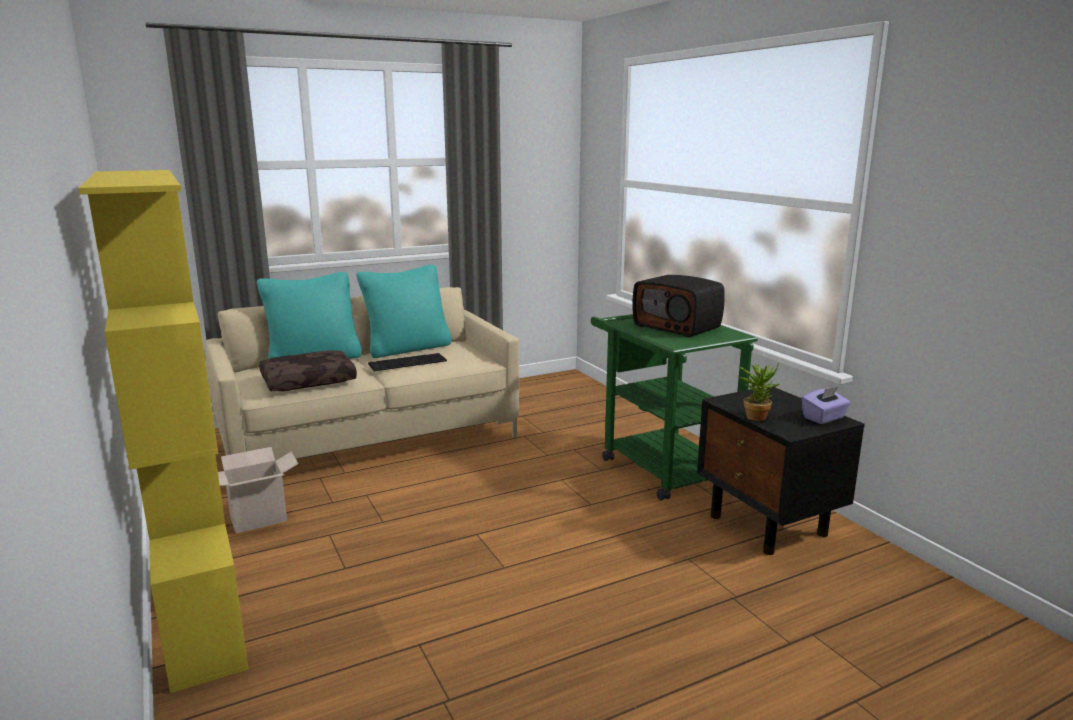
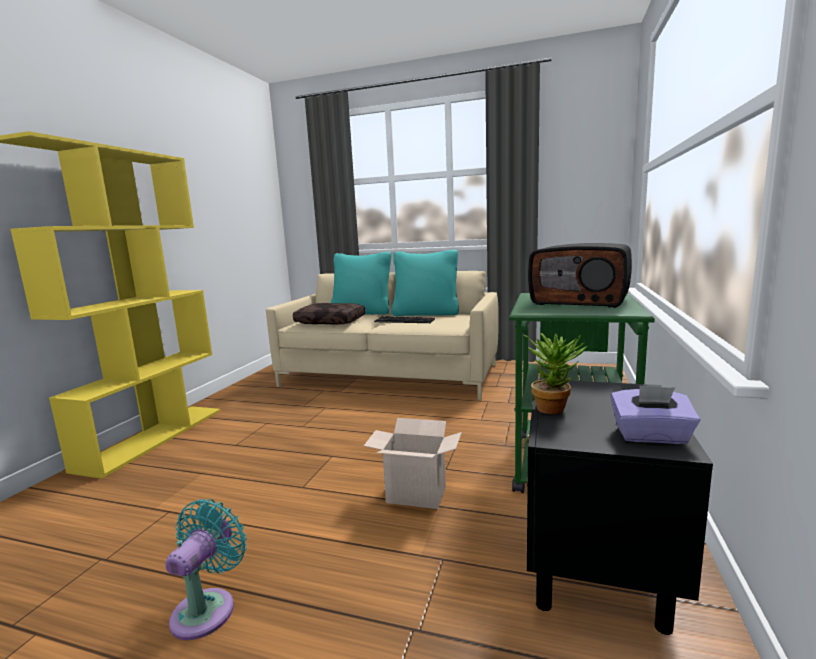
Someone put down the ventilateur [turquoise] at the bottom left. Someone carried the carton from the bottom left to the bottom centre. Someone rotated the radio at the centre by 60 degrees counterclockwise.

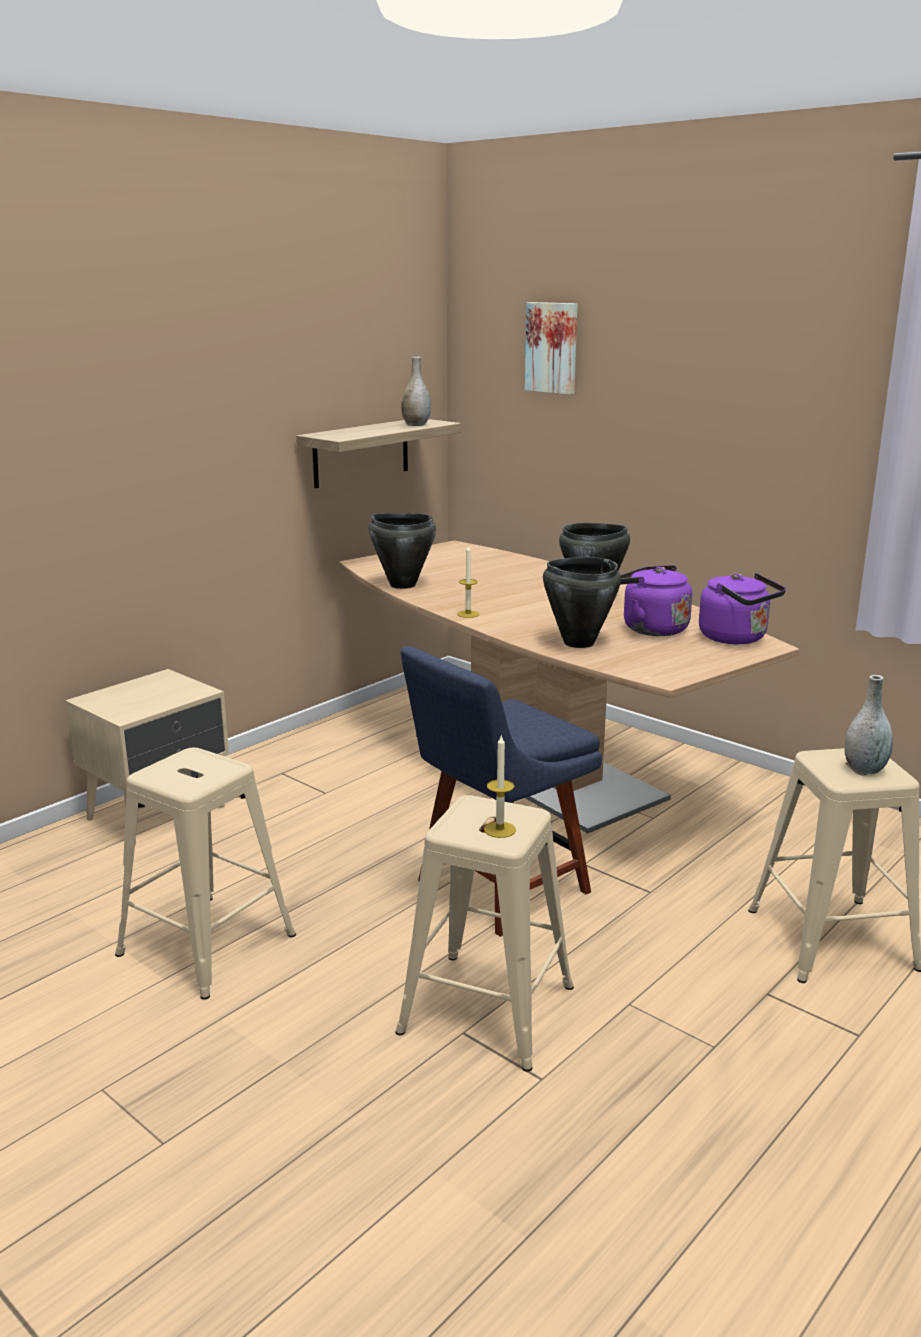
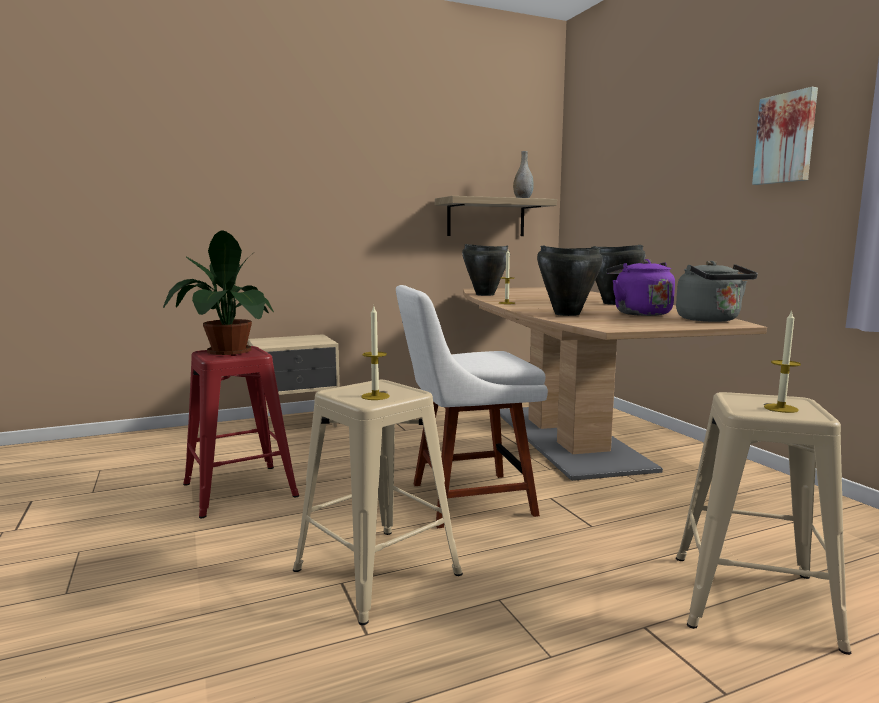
Someone put down the plante en pot at the middle left. Someone carried the tableau from the top centre to the top right. Someone swapped the vase [gris] (no. 2 from left) at the middle right for the bougie (no. 3 from left) at the middle right. Someone repainted the tabouret [beige] (no. 1 from left) at the middle left, which became the tabouret [rouge] at the middle left. Someone repainted the chaise [bleu] at the centre, which became the chaise [blanc] at the centre. Someone repainted the bouilloire [violet] (no. 2 from left) at the middle right, which became the bouilloire [gris] at the middle right.

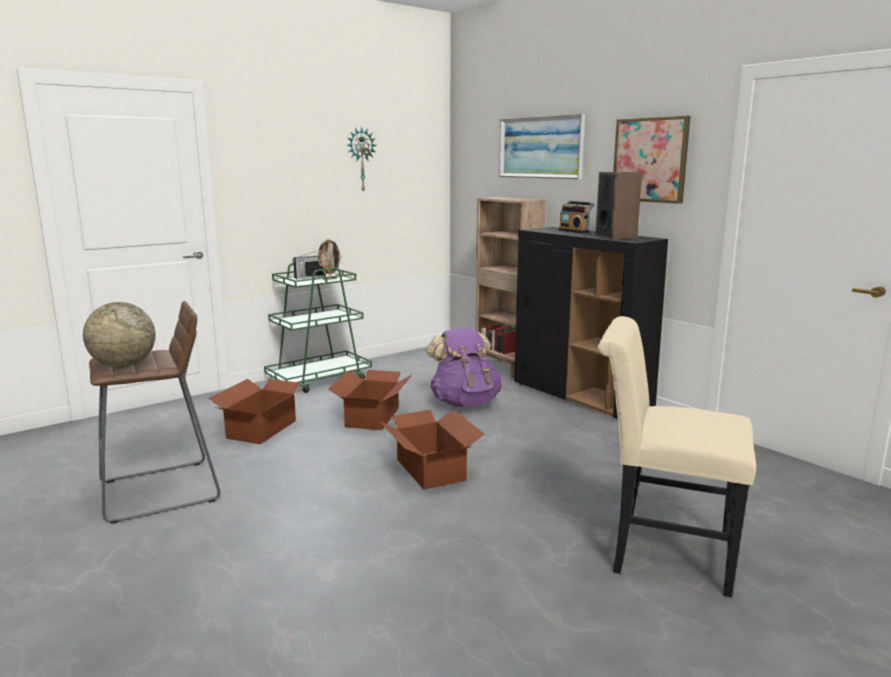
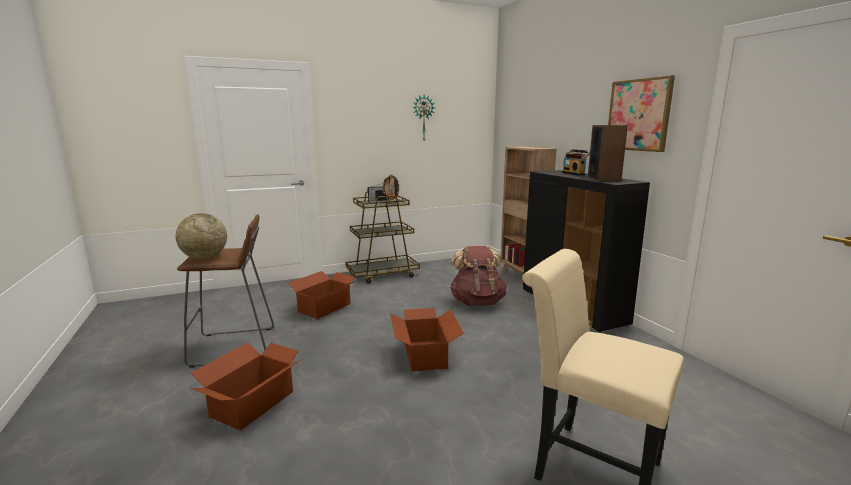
Someone took away the tableau (no. 1 from left) at the top centre. Someone carried the carton (no. 2 from left in the first image) from the centre to the bottom left. Someone repainted the chariot [vert] at the centre, which became the chariot [marron] at the centre. Someone repainted the sac à dos [violet] at the centre, which became the sac à dos [marron] at the centre.

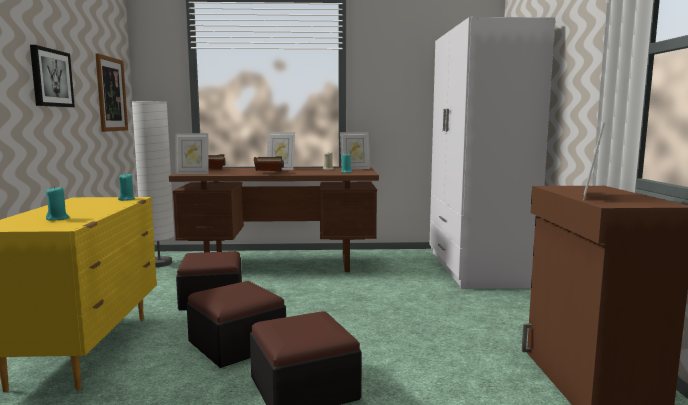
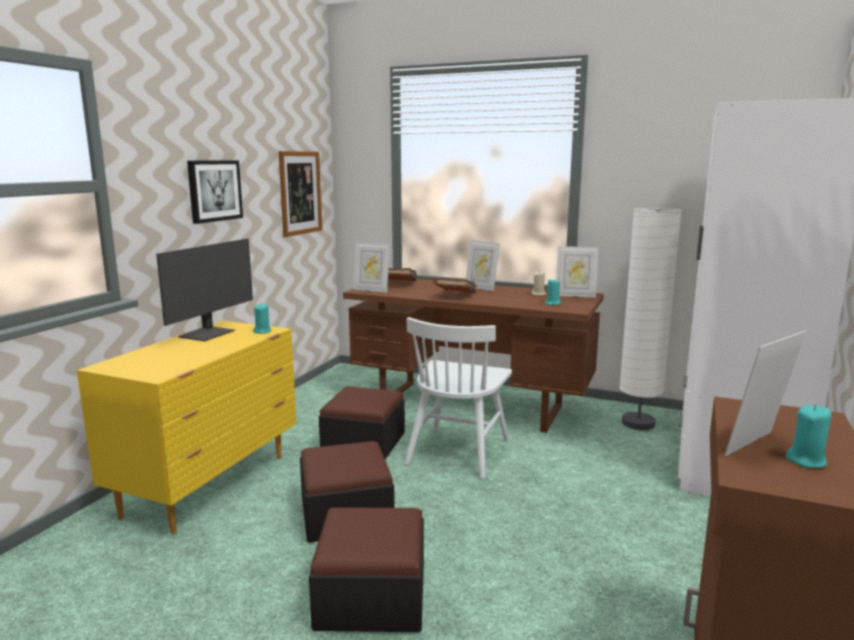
Someone put down the écran d'ordinateur at the middle left. Someone put down the chaise [blanc] at the centre. Someone carried the bougie [turquoise] (no. 1 from left in the first image) from the middle left to the bottom right. Someone carried the lampadaire [blanc] from the middle left to the middle right.

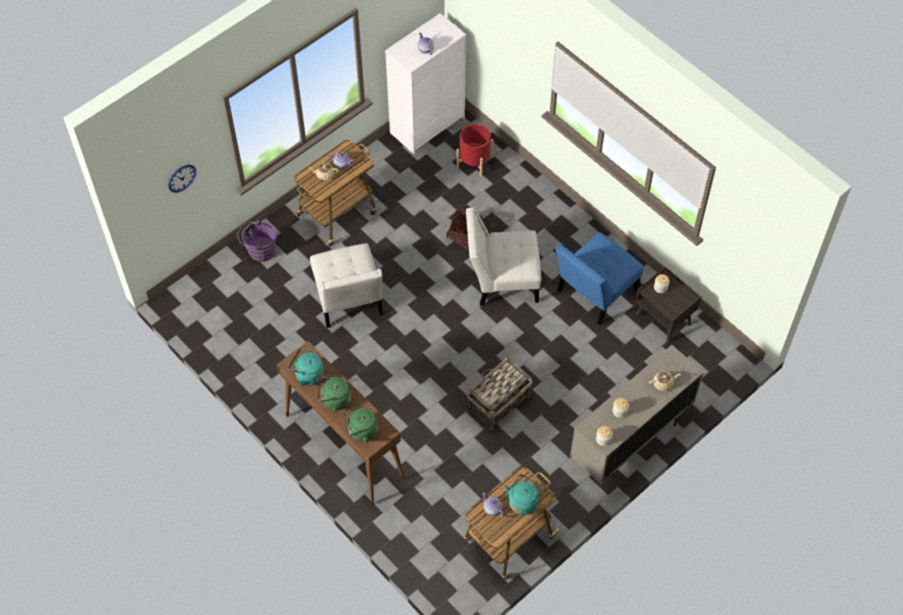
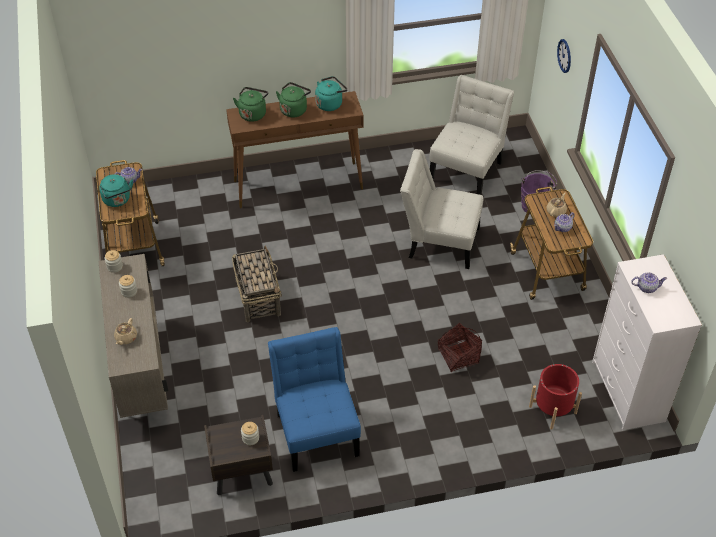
Someone carried the chaise [blanc] (no. 2 from left) from the centre to the top centre.

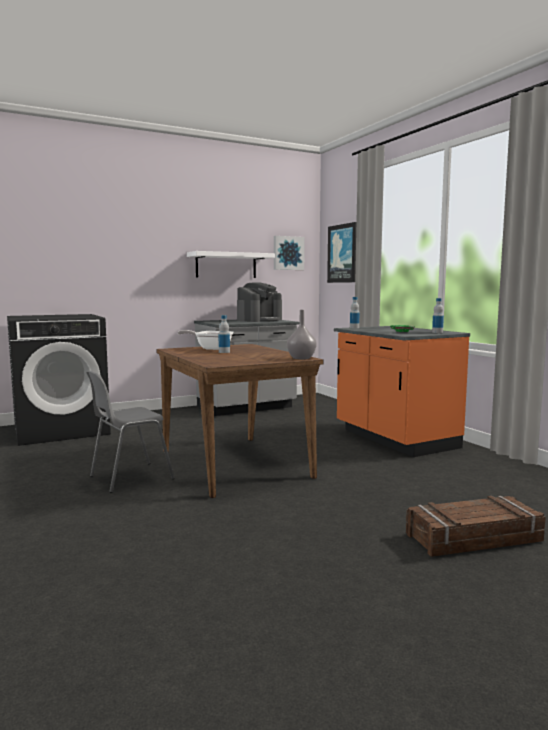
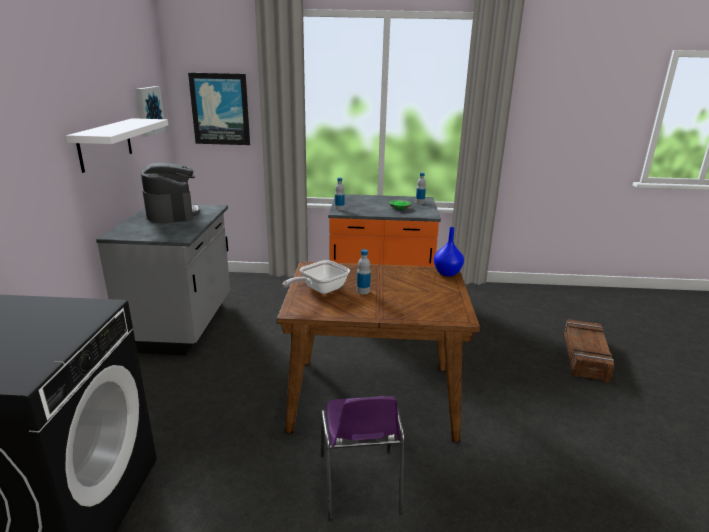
Someone repainted the chaise [gris] at the middle left, which became the chaise [violet] at the bottom centre. Someone repainted the vase [gris] at the centre, which became the vase [bleu] at the centre.

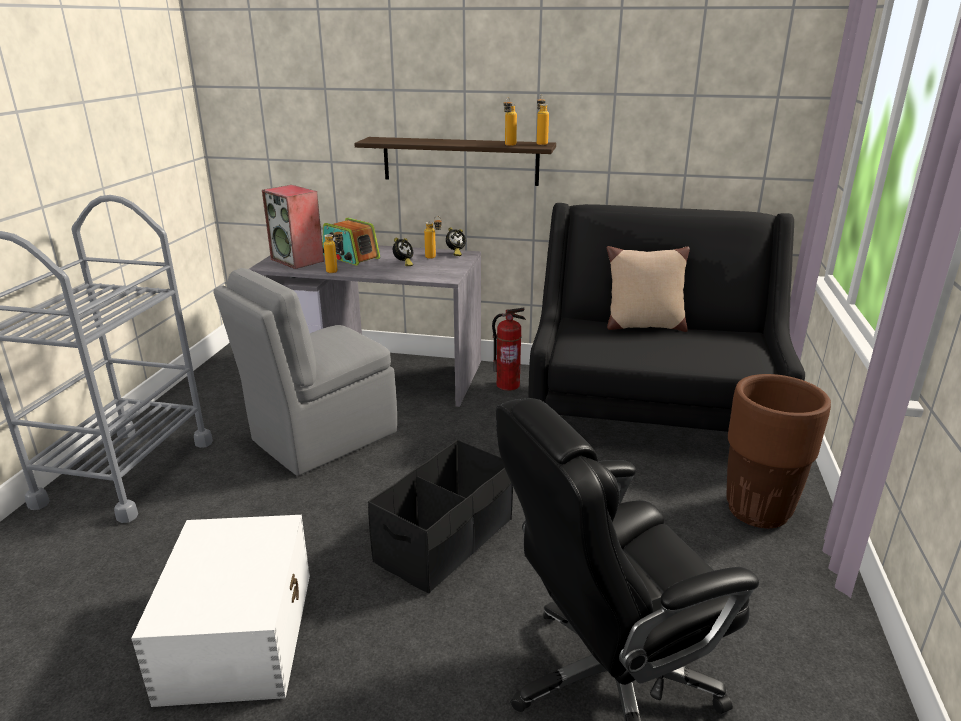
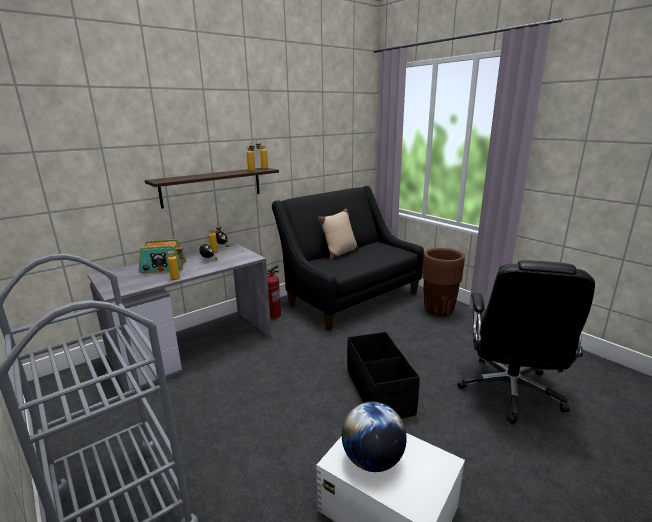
Someone took away the chaise [gris] at the middle left. Someone took away the enceinte at the top left. Someone put down the globe at the bottom centre.

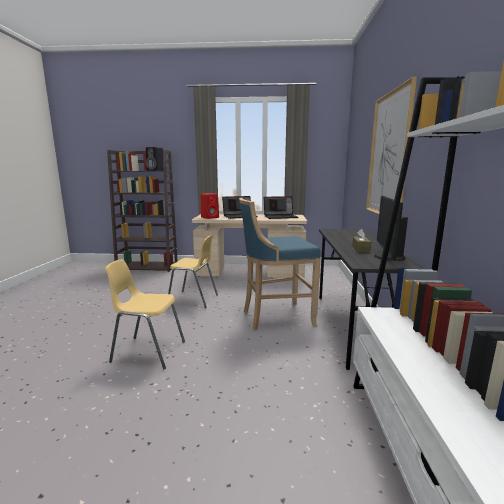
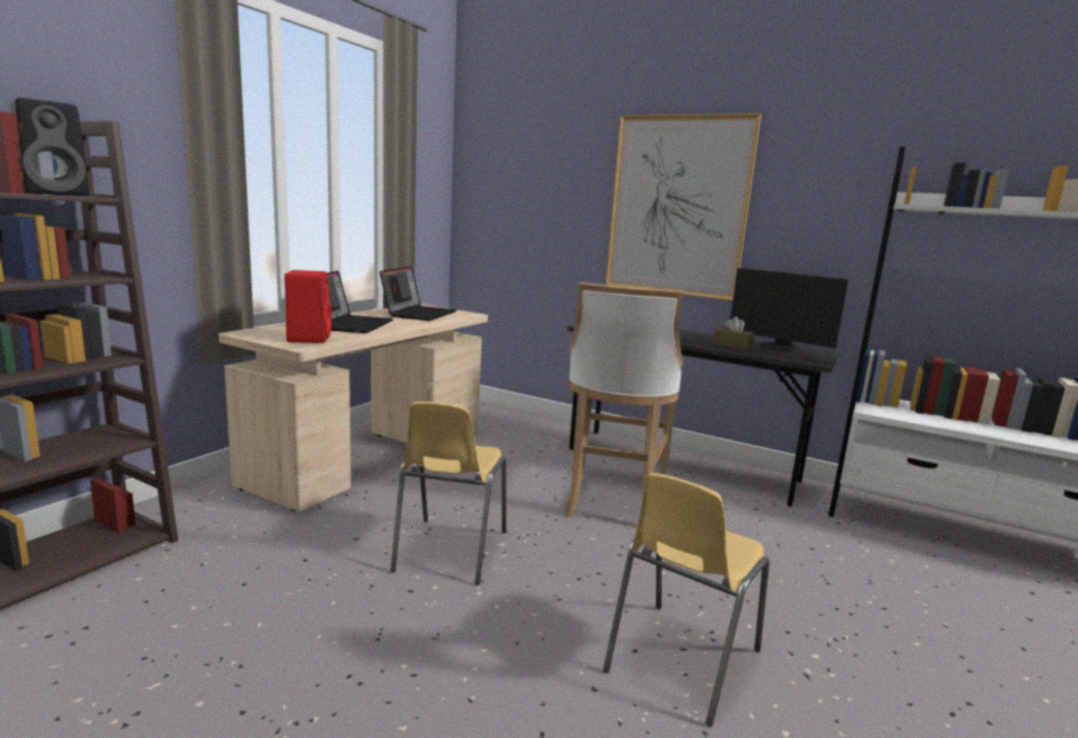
Someone repainted the tabouret [bleu] at the centre, which became the tabouret [blanc] at the centre. Someone rotated the chaise [jaune] (no. 2 from left in the first image) at the centre by 150 degrees clockwise.

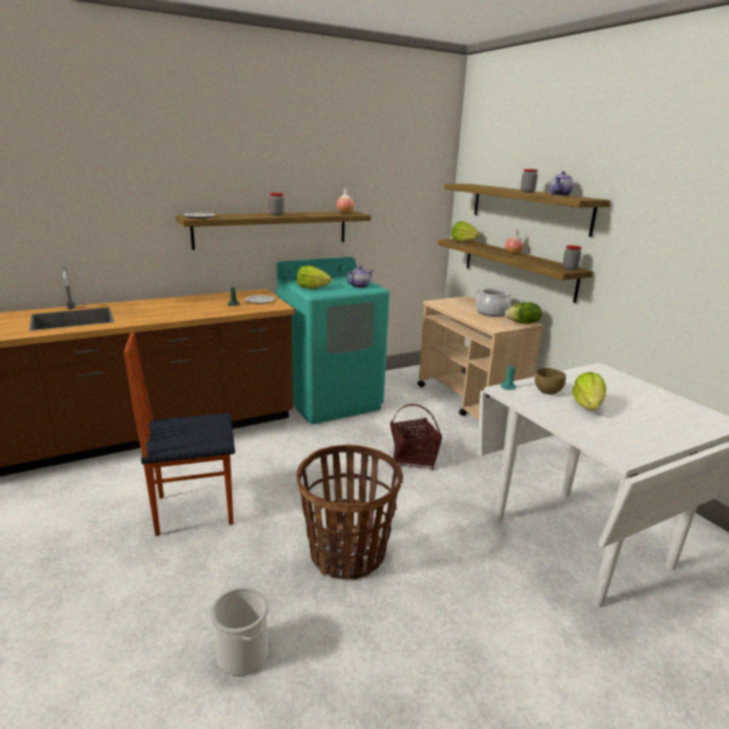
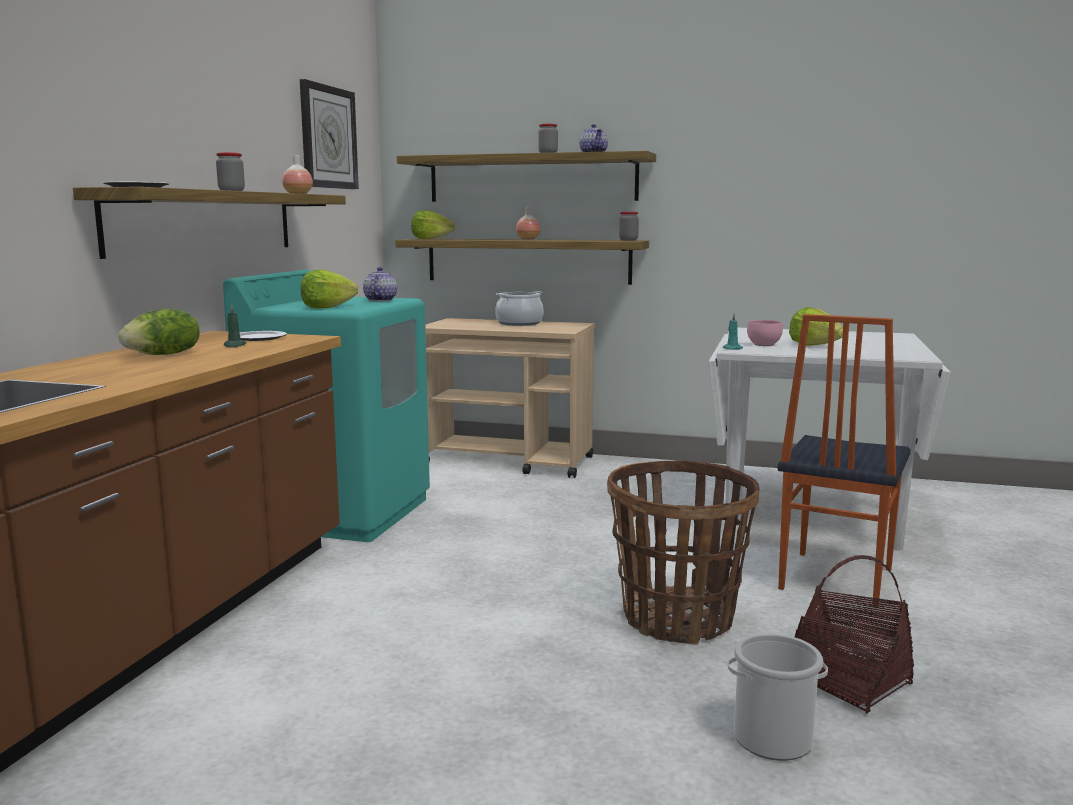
Someone put up the horloge murale at the top left. Someone carried the chaise from the middle left to the middle right. Someone carried the panier (no. 2 from left) from the centre to the bottom right. Someone carried the laitue (no. 3 from left in the first image) from the middle right to the middle left. Someone repainted the bol [marron] at the middle right, which became the bol [rose] at the middle right.

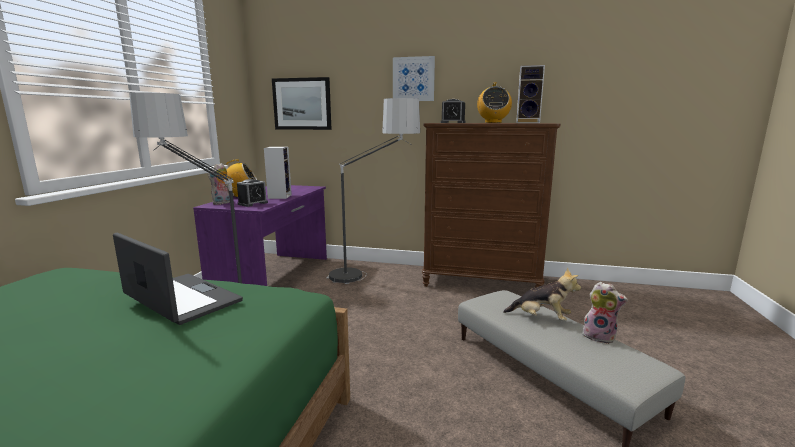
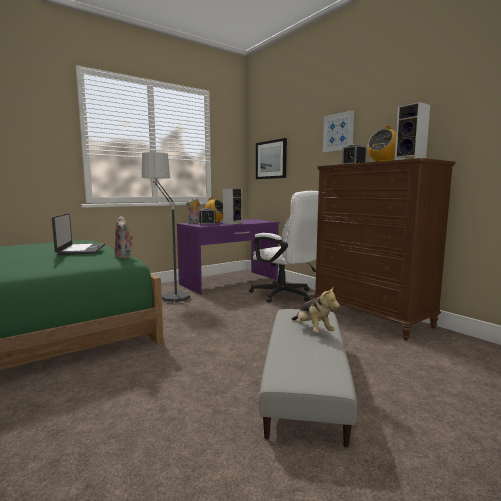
Someone carried the peluche (no. 3 from left in the first image) from the bottom right to the middle left. Someone swapped the lampadaire (no. 2 from left) at the centre for the chaise de bureau [blanc] at the centre.

